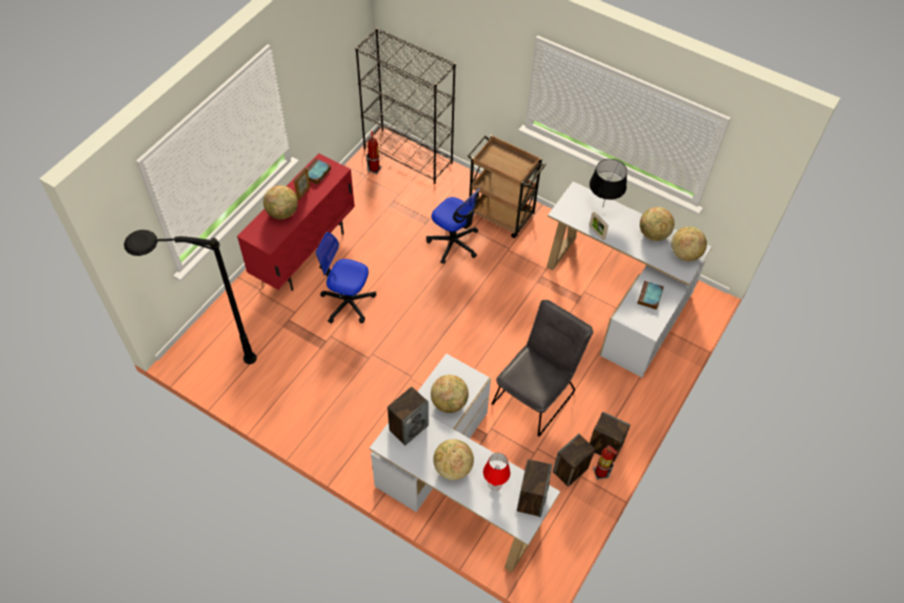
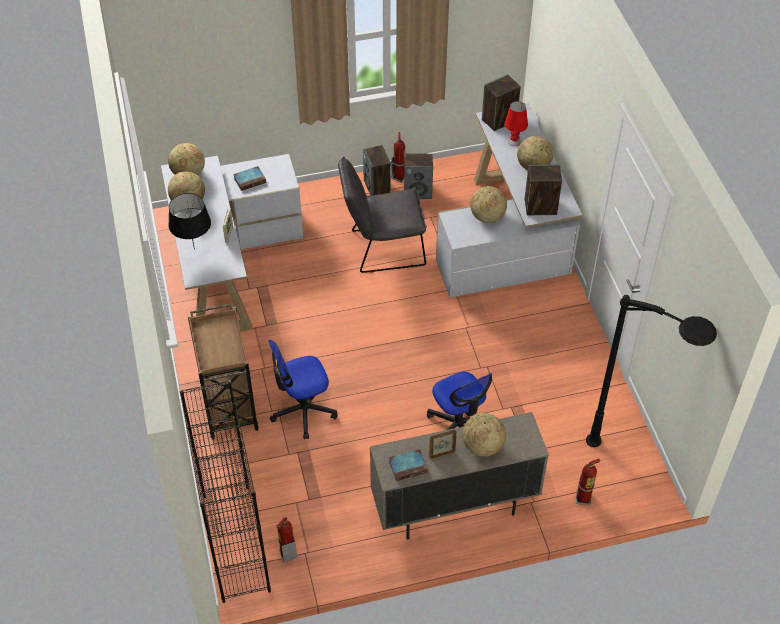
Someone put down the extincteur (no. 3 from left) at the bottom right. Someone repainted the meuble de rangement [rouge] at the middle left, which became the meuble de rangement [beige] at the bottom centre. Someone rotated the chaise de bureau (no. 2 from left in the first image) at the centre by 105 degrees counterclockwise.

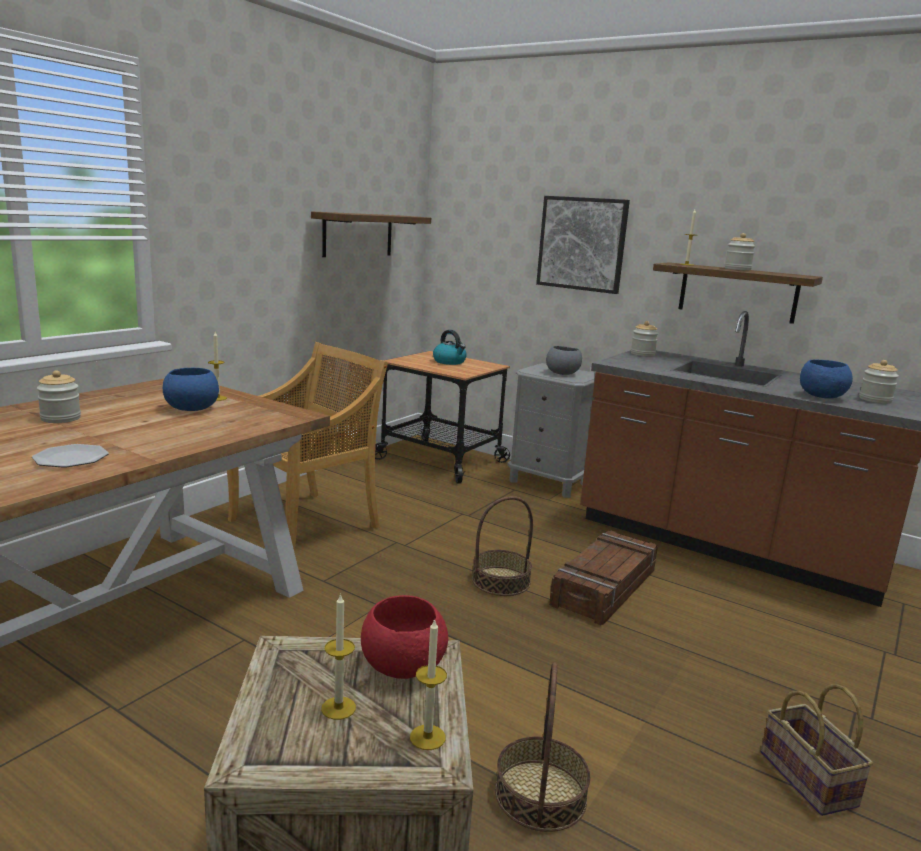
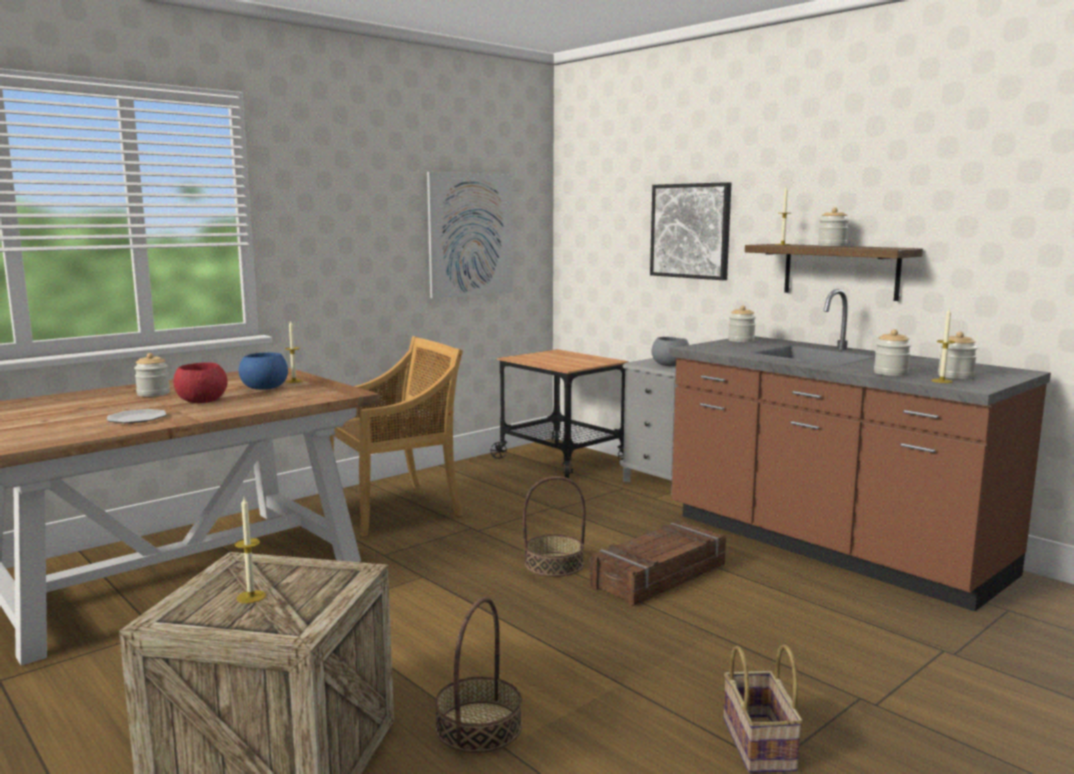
Someone took away the bouilloire at the centre. Someone carried the bol [rouge] from the bottom centre to the middle left. Someone carried the bougie (no. 3 from left in the first image) from the bottom centre to the middle right. Someone swapped the étagère (no. 1 from left) at the top centre for the tableau (no. 1 from left) at the top centre. Someone swapped the bol [bleu] (no. 2 from left) at the middle right for the bocal (no. 4 from left) at the middle right.

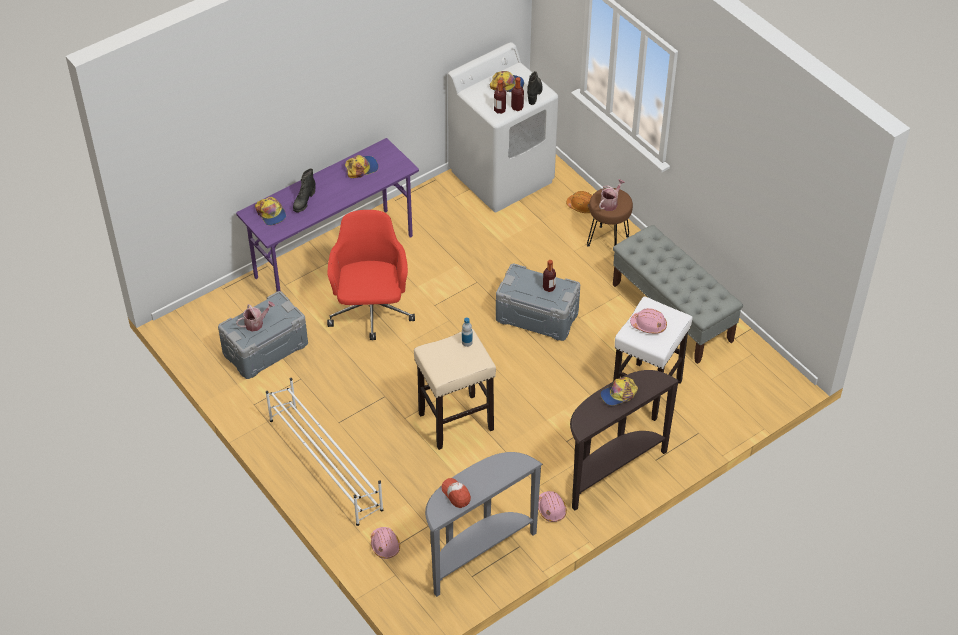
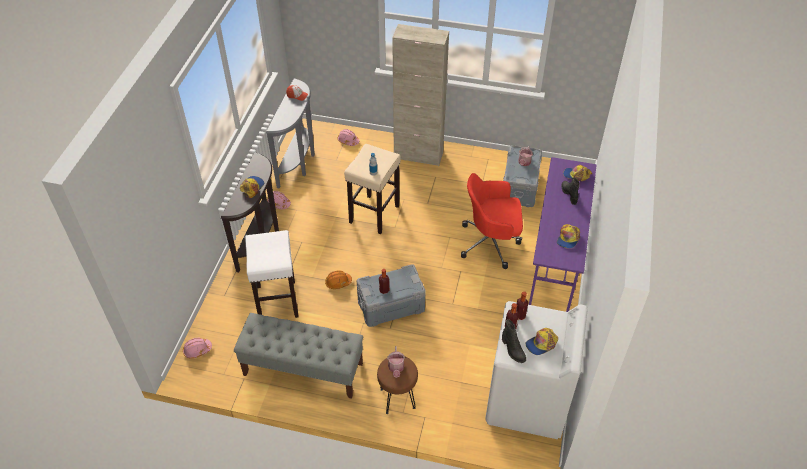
Someone carried the casque de chantier [orange] from the top centre to the centre. Someone carried the casque de chantier [rose] (no. 3 from left in the first image) from the middle right to the bottom left. Someone swapped the étagère à chaussures [blanc] at the bottom centre for the meuble de rangement [beige] at the top centre. Someone rotated the chaise de bureau [rouge] at the centre by 135 degrees clockwise.

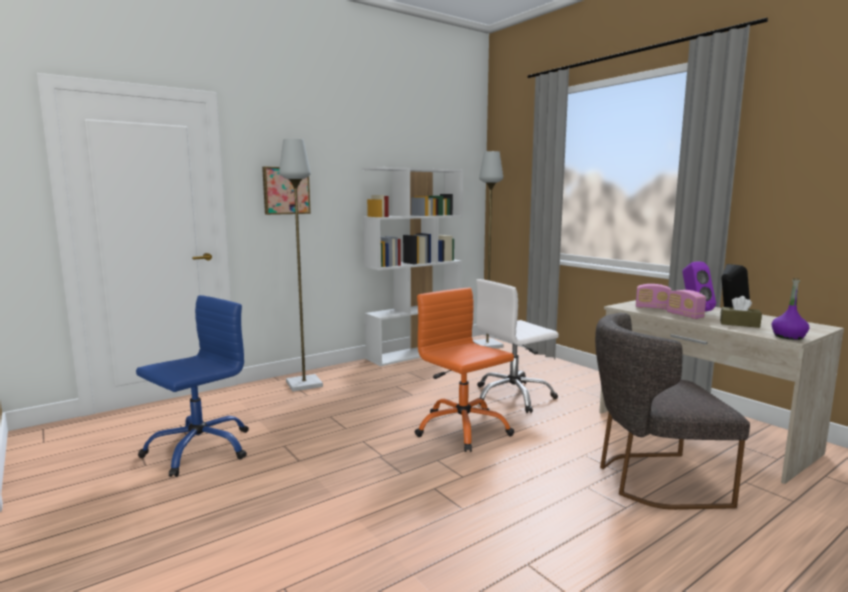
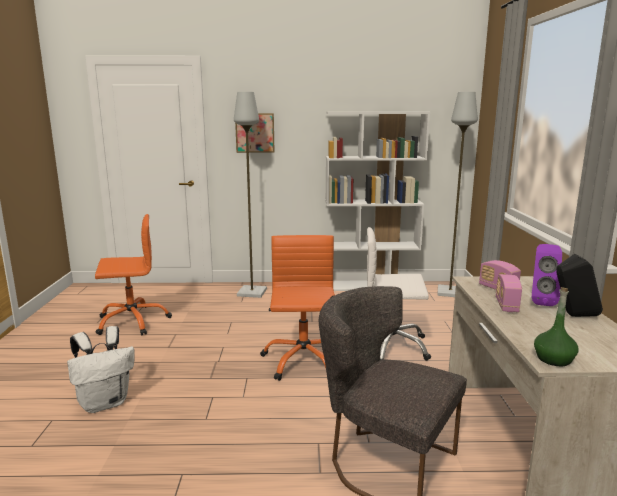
Someone took away the boîte à mouchoirs [marron] at the middle right. Someone put down the sac à dos [blanc] at the bottom left. Someone repainted the chaise de bureau [bleu] at the middle left, which became the chaise de bureau [orange] (no. 1 from left) at the middle left. Someone repainted the bouteille [violet] at the middle right, which became the bouteille [vert] at the middle right.

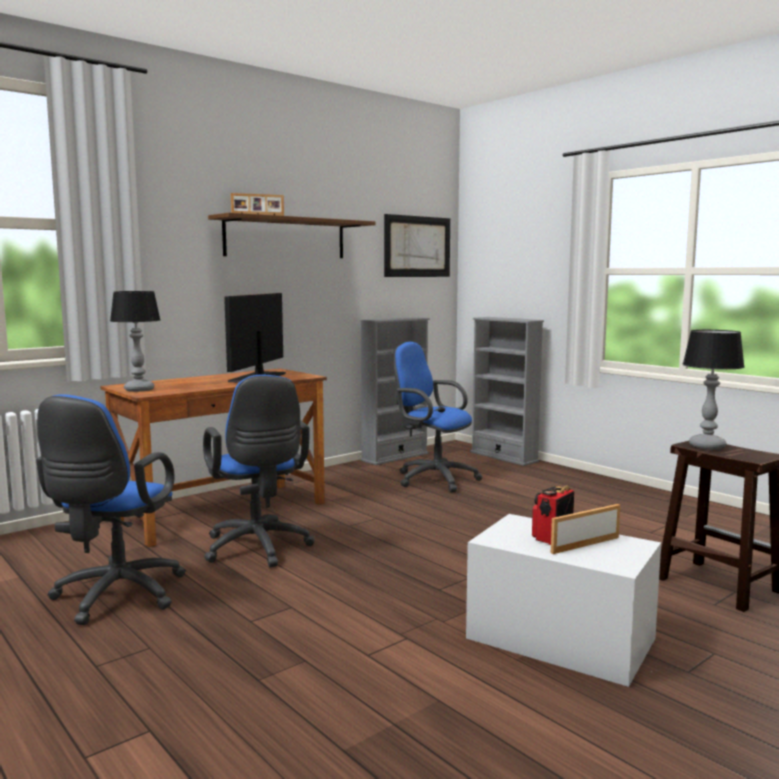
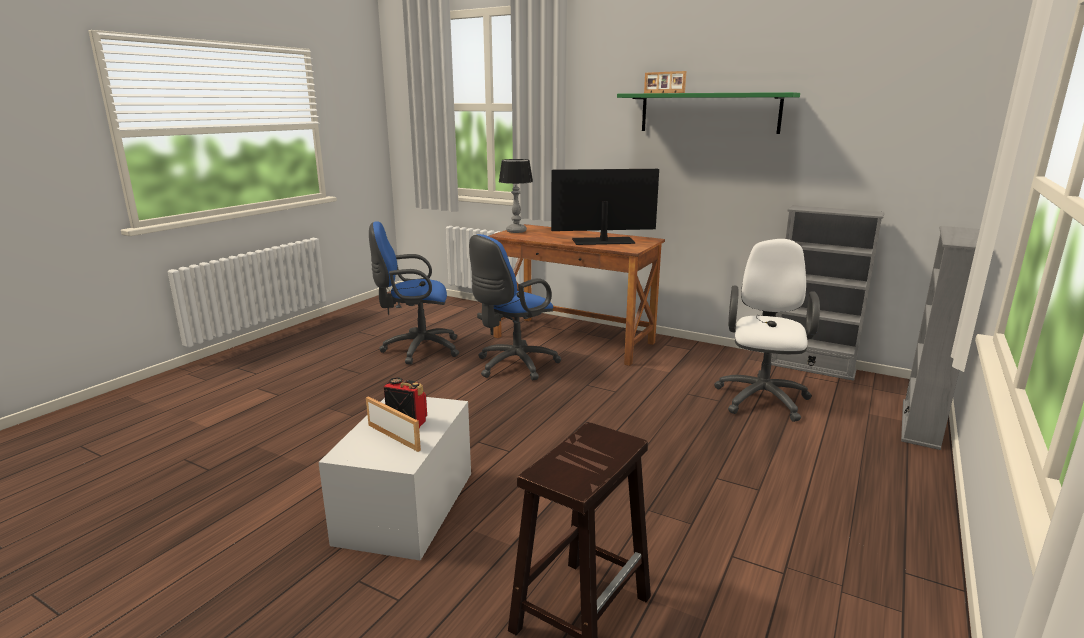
Someone took away the tableau at the top centre. Someone took away the lampe de table (no. 2 from left) at the middle right. Someone repainted the étagère [marron] at the top centre, which became the étagère [vert] at the top centre. Someone repainted the chaise de bureau [bleu] (no. 3 from left) at the centre, which became the chaise de bureau [blanc] at the middle right.

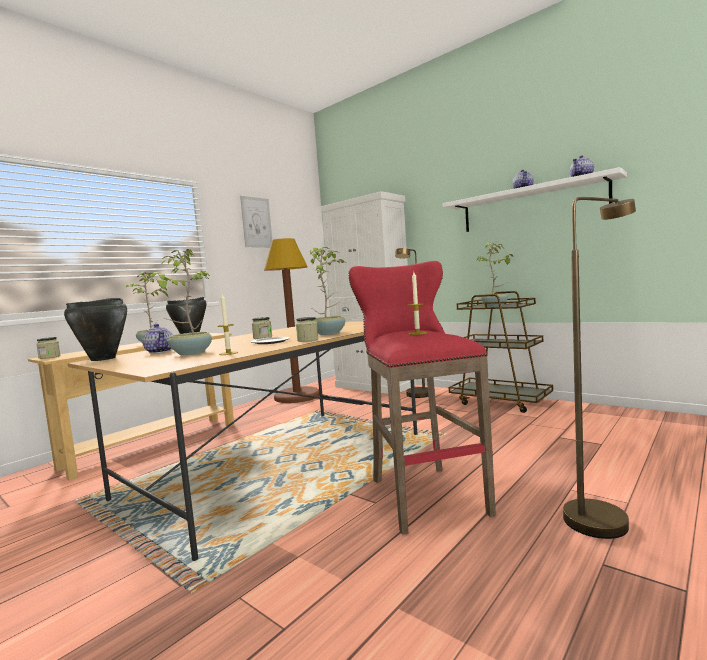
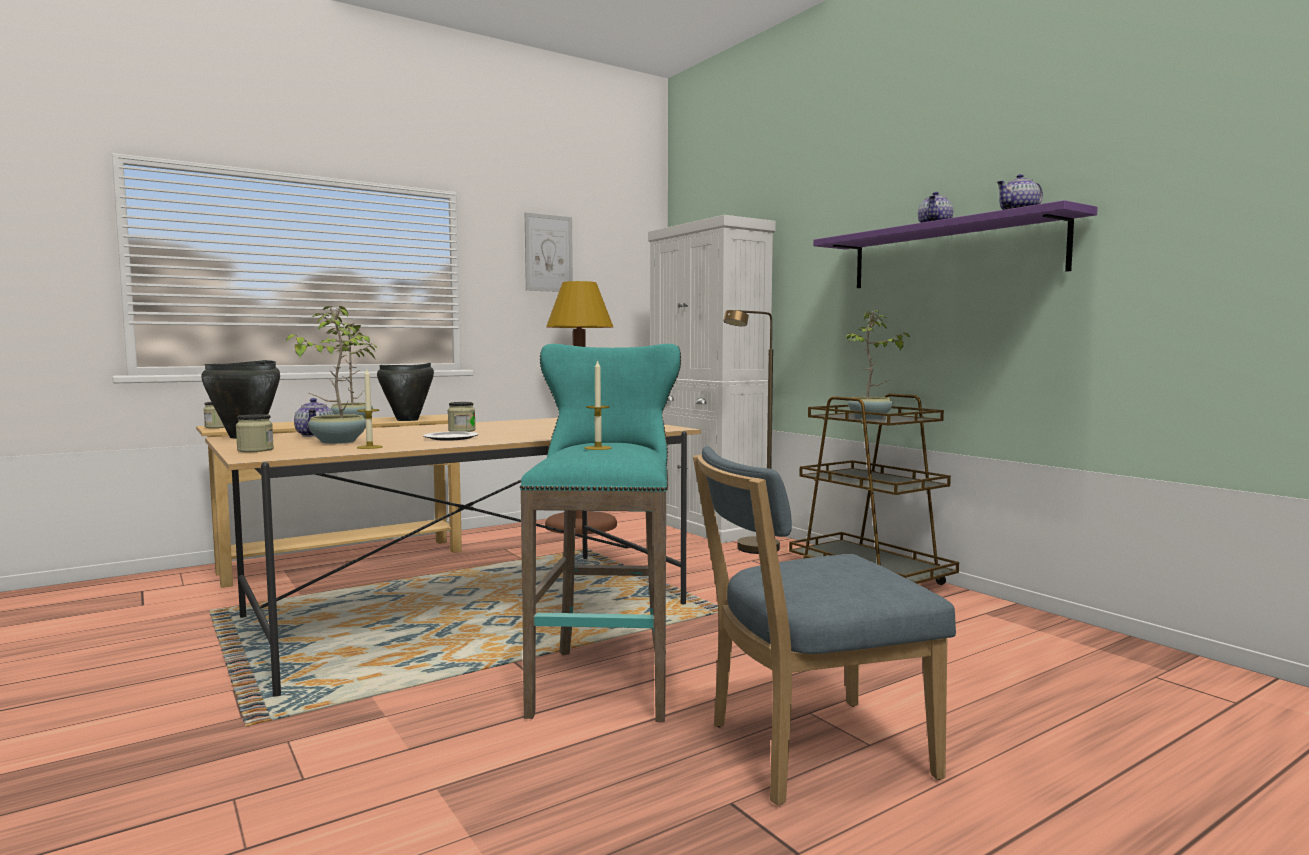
Someone took away the plante en pot (no. 3 from left) at the centre. Someone carried the bocal (no. 3 from left in the first image) from the centre to the middle left. Someone swapped the lampadaire [marron] (no. 3 from left) at the middle right for the chaise [bleu] at the bottom centre. Someone repainted the tabouret [rouge] at the centre, which became the tabouret [turquoise] at the centre. Someone repainted the étagère [blanc] at the top right, which became the étagère [violet] at the top right.

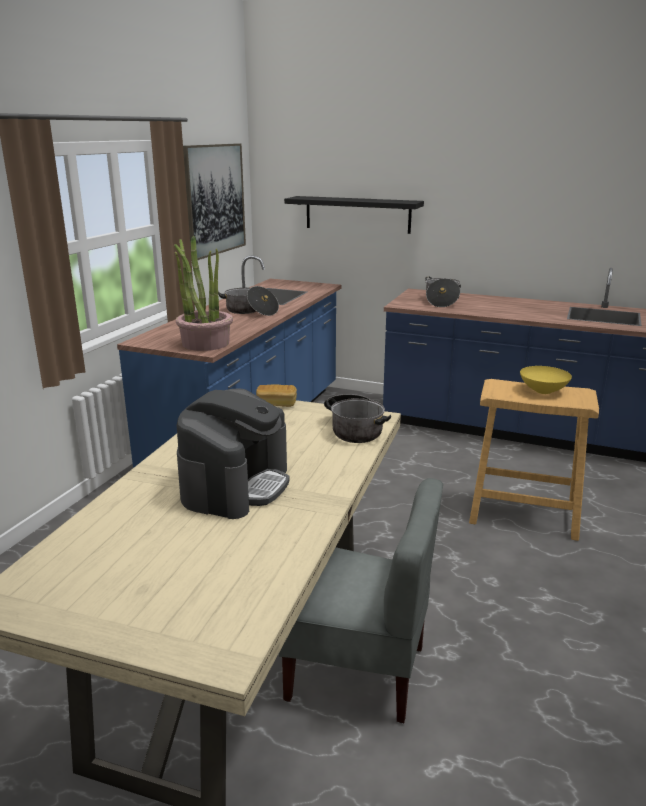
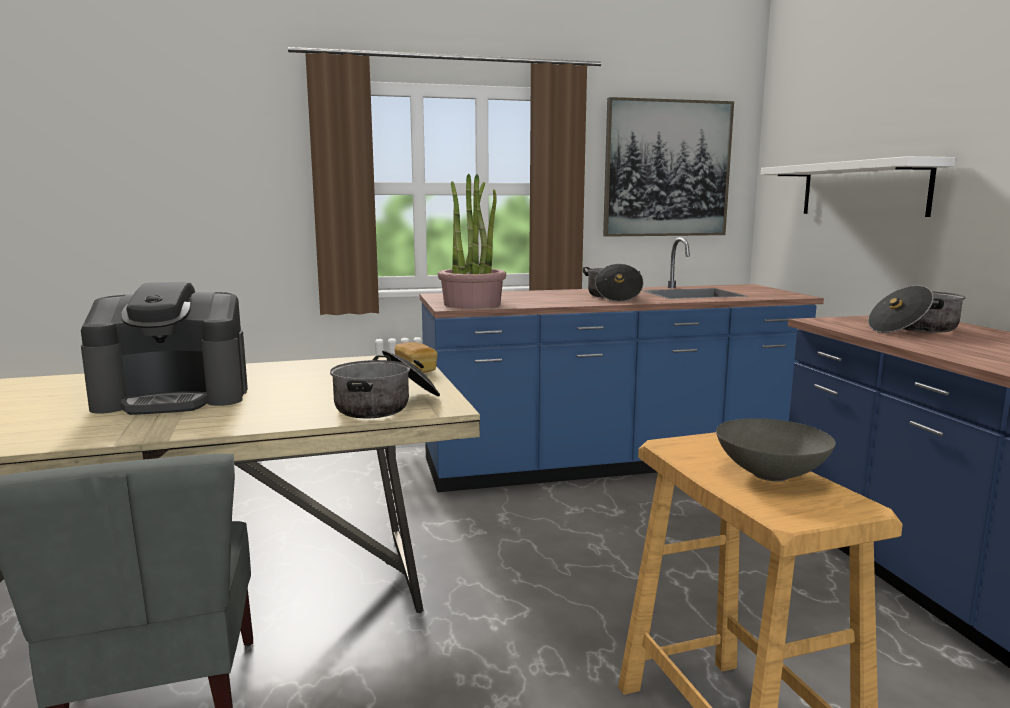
Someone repainted the étagère [noir] at the top centre, which became the étagère [blanc] at the top right. Someone repainted the bol [jaune] at the middle right, which became the bol [gris] at the middle right.

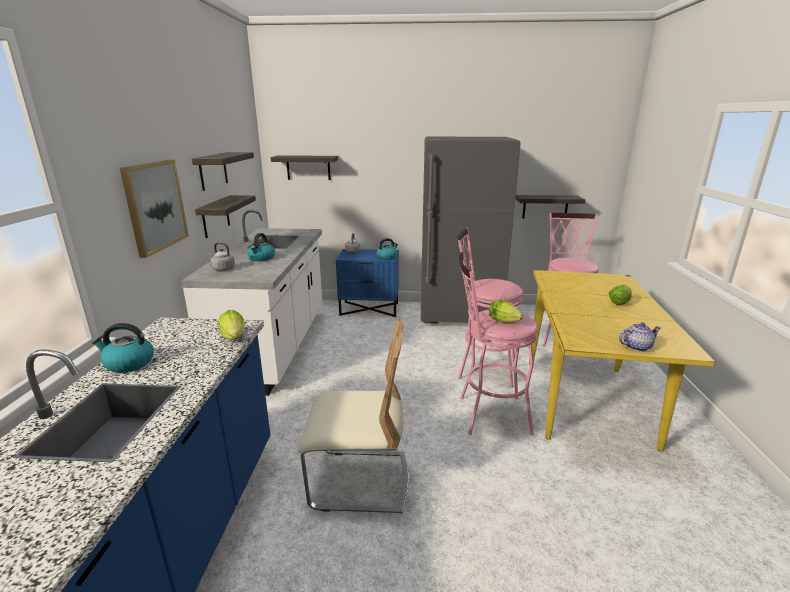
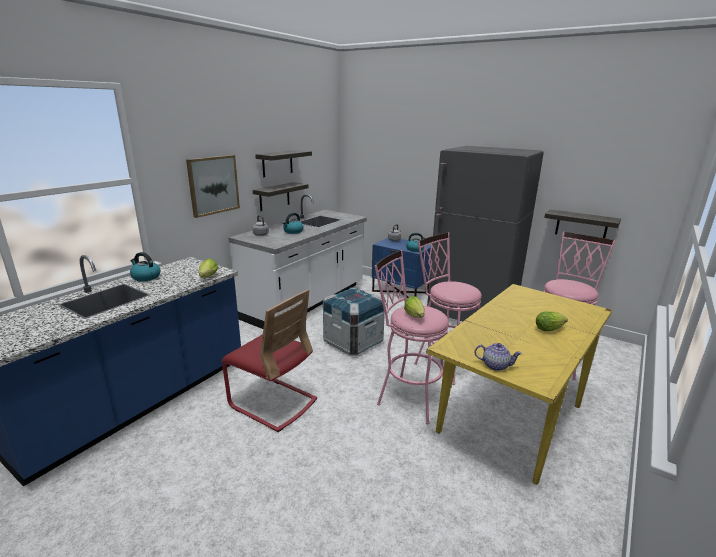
Someone took away the étagère (no. 3 from left) at the top centre. Someone put down the caisse at the centre. Someone repainted the chaise [beige] at the bottom centre, which became the chaise [rouge] at the centre.

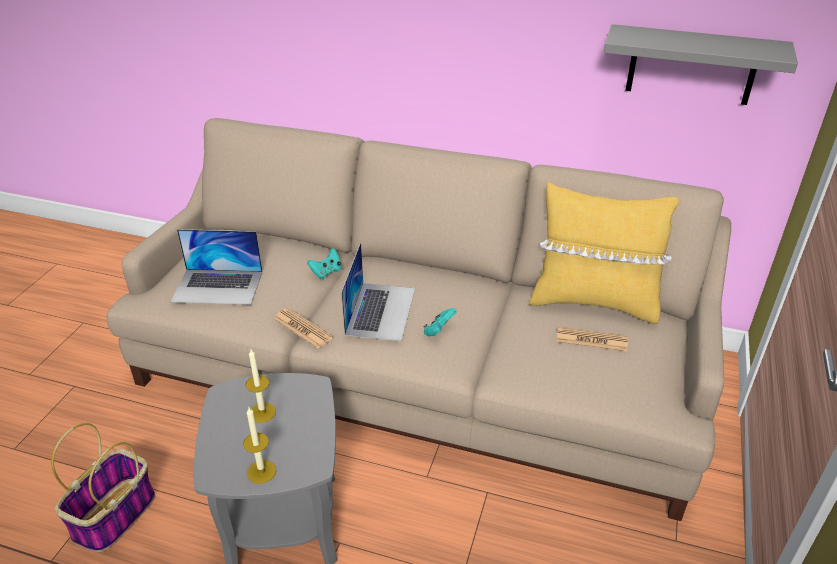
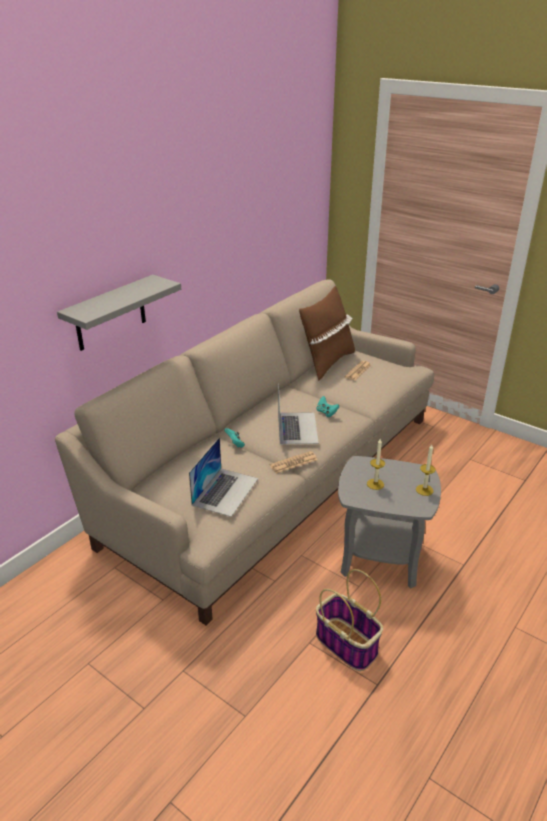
Someone carried the étagère [gris] from the top right to the middle left. Someone repainted the coussin [jaune] at the middle right, which became the coussin [marron] at the centre. Someone rotated the ordinateur portable (no. 2 from left) at the centre by 60 degrees clockwise.

